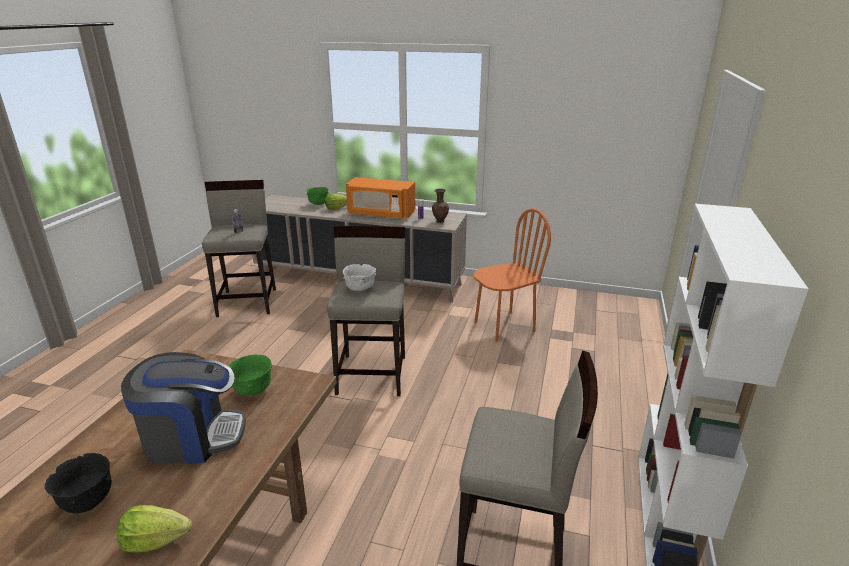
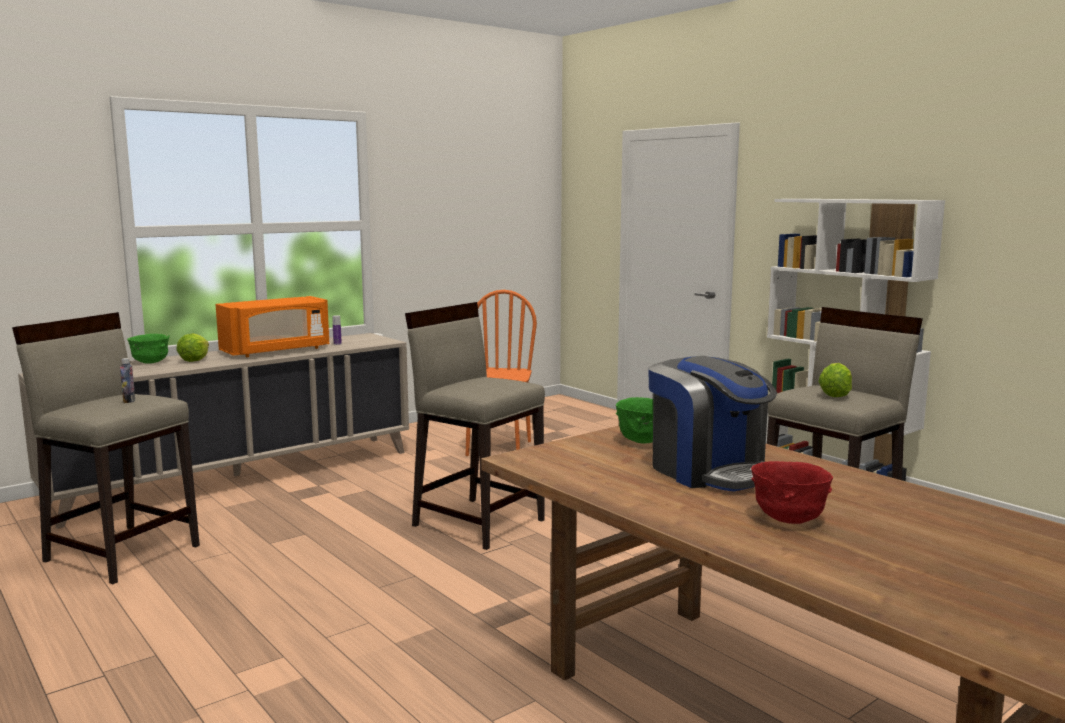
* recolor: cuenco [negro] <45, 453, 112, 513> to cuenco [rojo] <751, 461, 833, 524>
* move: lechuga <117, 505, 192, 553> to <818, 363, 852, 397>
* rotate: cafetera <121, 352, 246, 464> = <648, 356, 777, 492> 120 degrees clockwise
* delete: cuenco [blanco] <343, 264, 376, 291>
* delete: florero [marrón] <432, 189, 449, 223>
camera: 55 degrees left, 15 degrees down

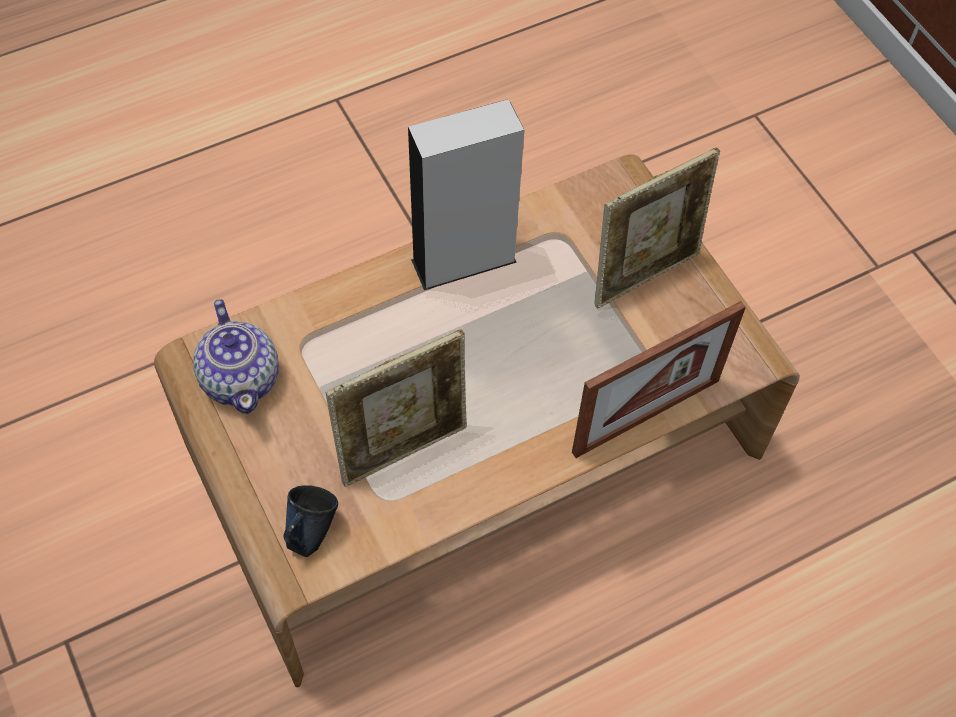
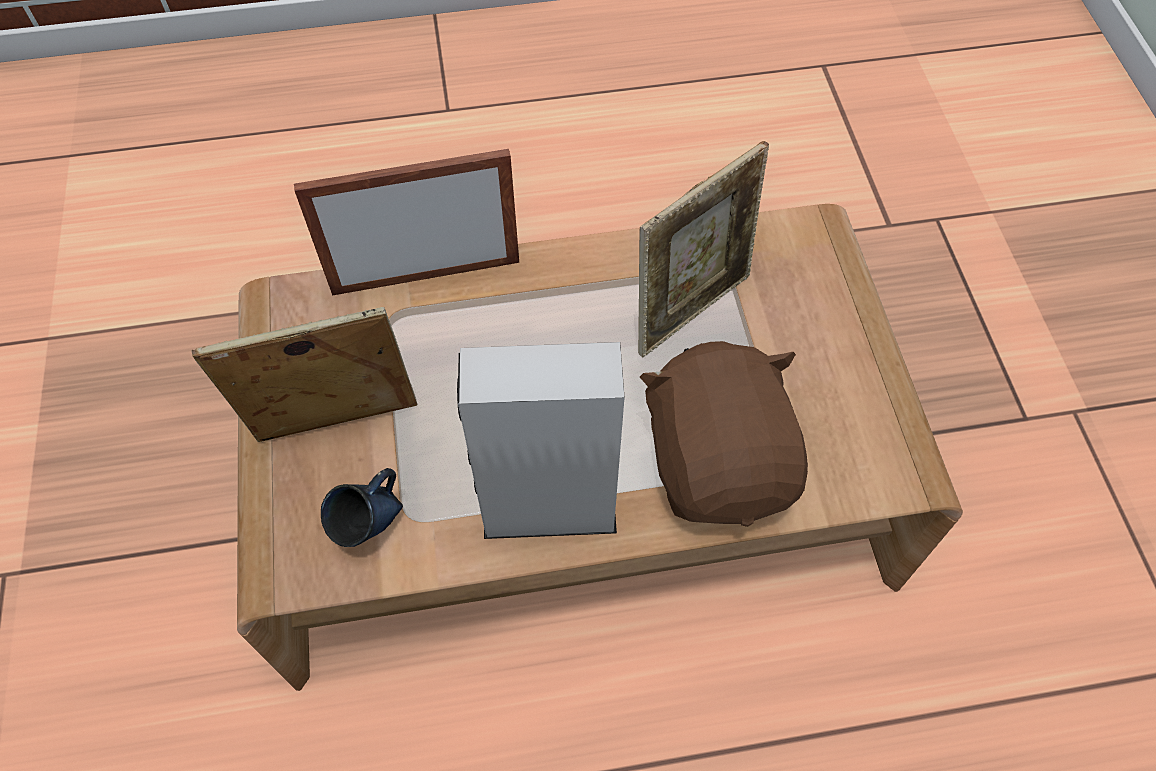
* delete: tetera <193, 299, 279, 414>
* move: taza grande [azul] <283, 485, 338, 557> to <321, 468, 403, 547>
* rotate: portarretratos <325, 329, 467, 487> = <638, 141, 769, 358> 150 degrees clockwise
* insert: peluche [marrón] <640, 341, 808, 527>
camera: 160 degrees left, 0 degrees up

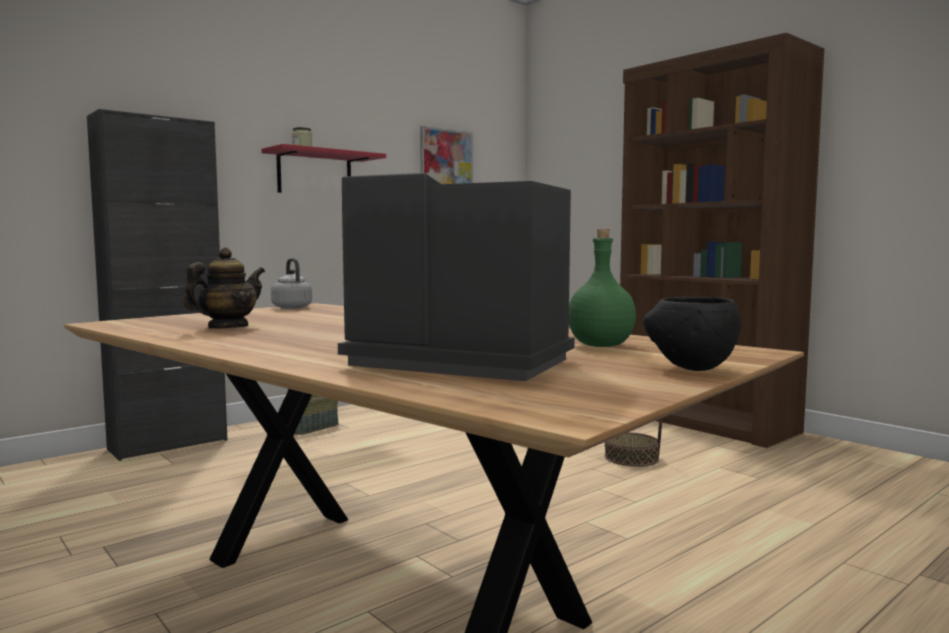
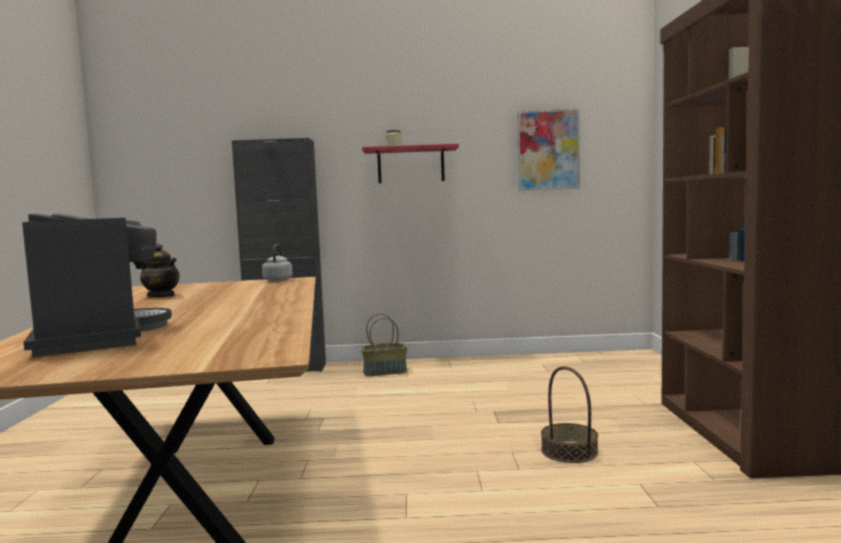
* rotate: tetera <183, 248, 265, 329> = <140, 248, 180, 297> 45 degrees clockwise
* delete: botella [verde] <569, 229, 636, 347>
* delete: cuenco [negro] <643, 296, 741, 371>
camera: 40 degrees right, 0 degrees up

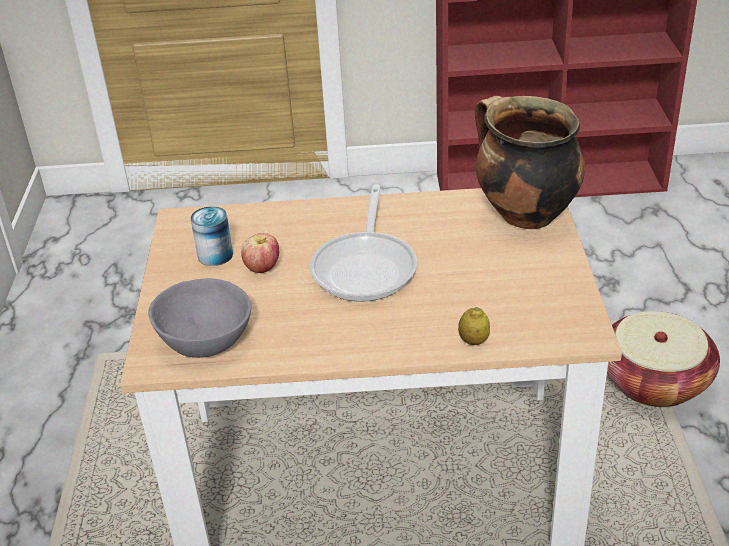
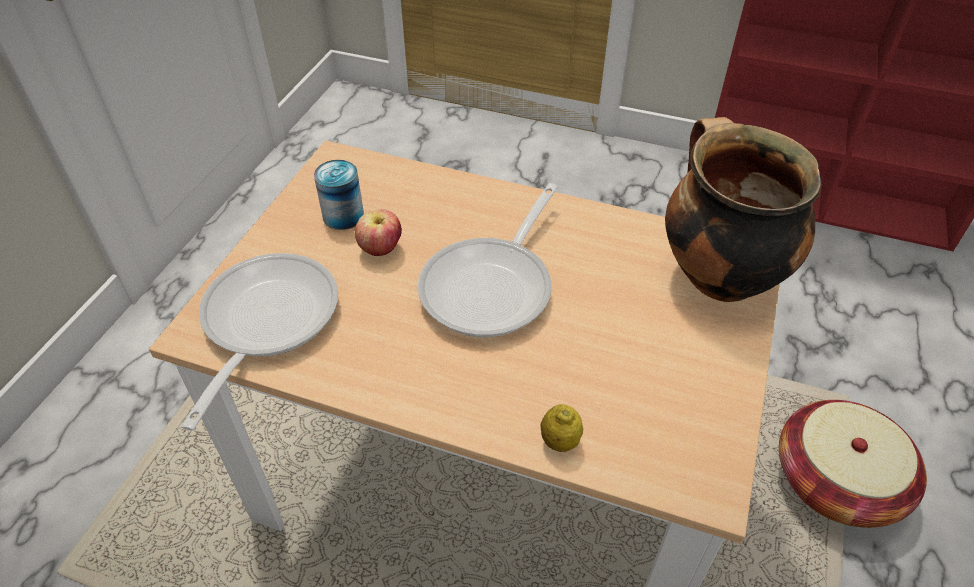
* replace: cuenco [gris] <148, 278, 251, 358> to sartén <182, 253, 338, 431>
camera: 20 degrees right, 10 degrees up

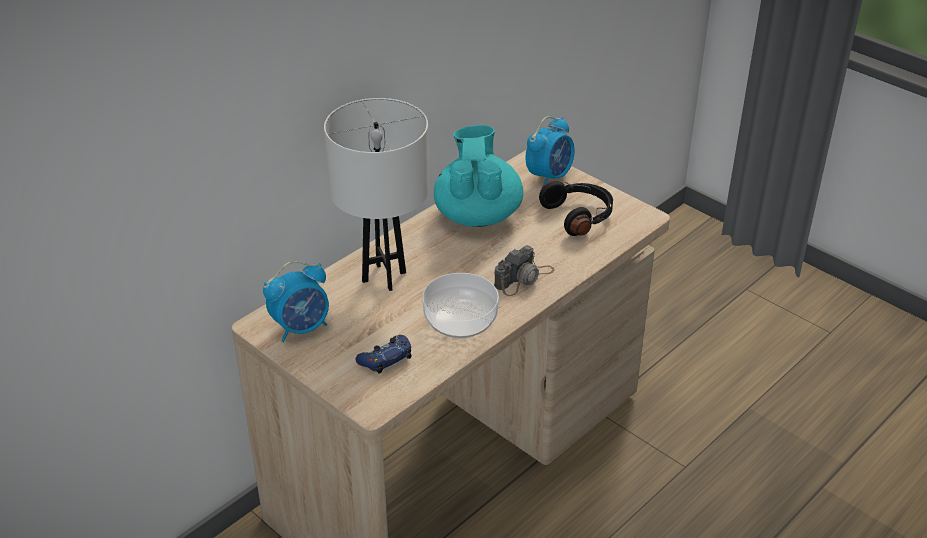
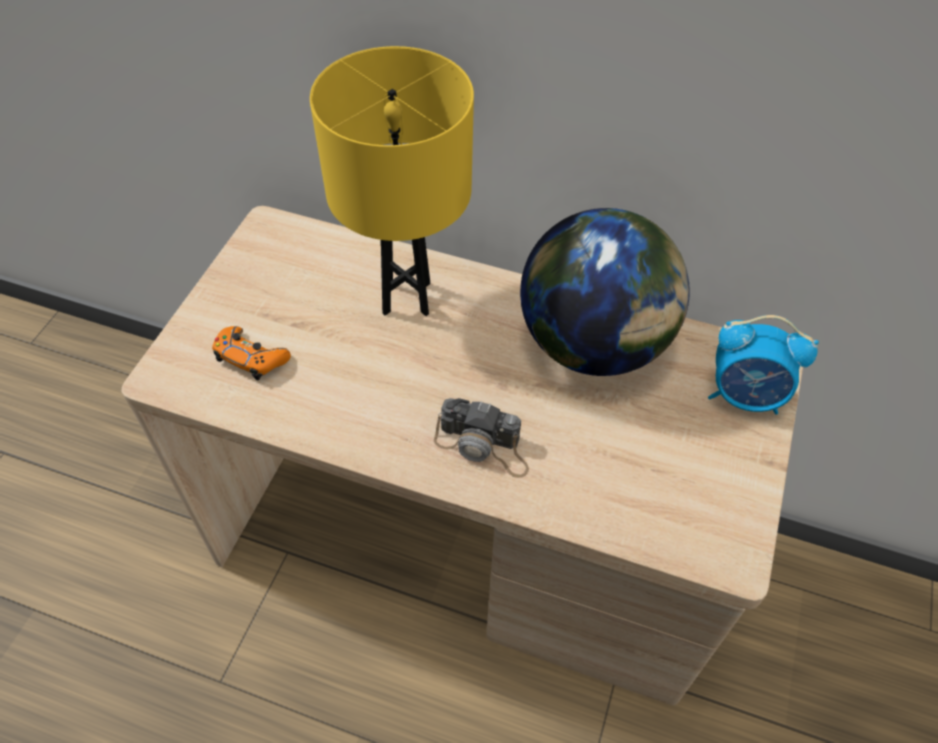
* delete: despertador <263, 261, 329, 342>
* recolor: lámpara de mesa [blanco] <324, 98, 429, 291> to lámpara de mesa [amarillo] <310, 46, 474, 316>
* recolor: mando de consola [azul] <356, 335, 412, 374> to mando de consola [naranja] <212, 326, 291, 380>
* delete: cuenco <422, 273, 499, 339>
* replace: tetera [turquesa] <434, 125, 523, 227> to globo terráqueo <520, 208, 690, 376>
* delete: auriculares [negro] <539, 181, 613, 236>
camera: 65 degrees right, 15 degrees up

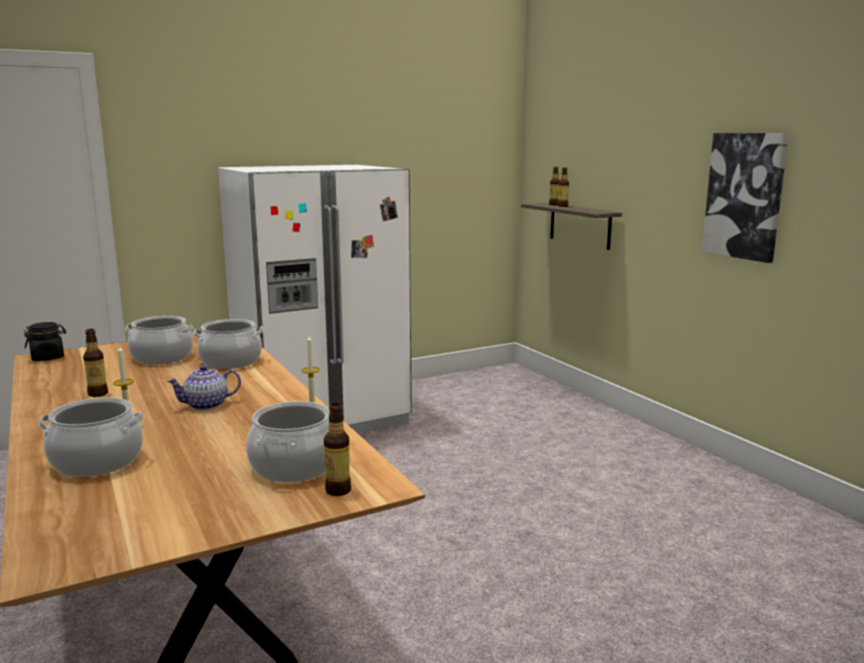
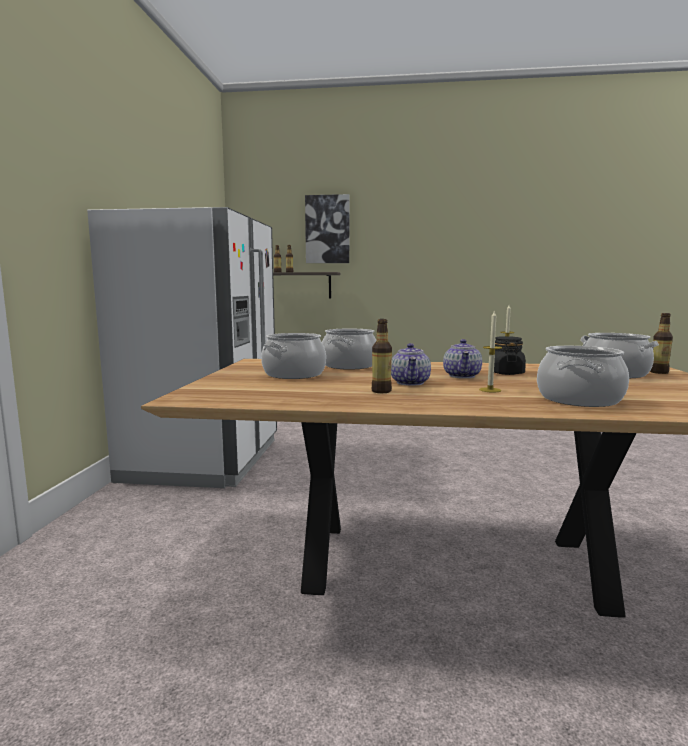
* move: tarro [negro] <24, 322, 66, 361> to <494, 336, 526, 375>
* move: cuadro <702, 133, 789, 263> to <305, 194, 349, 263>
* insert: tetera <391, 343, 431, 385>
camera: 55 degrees left, 5 degrees down

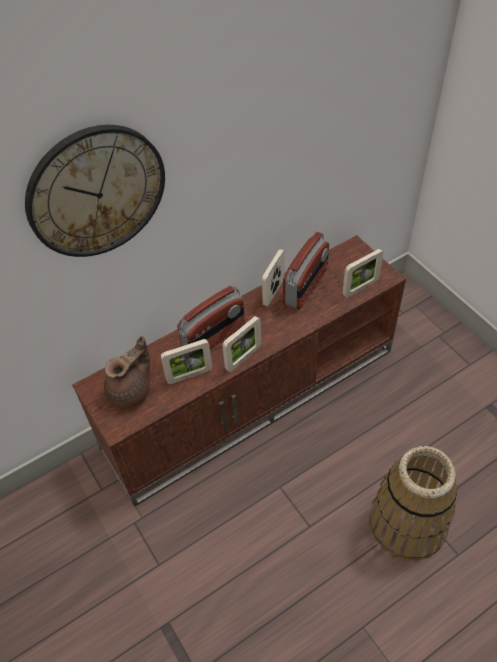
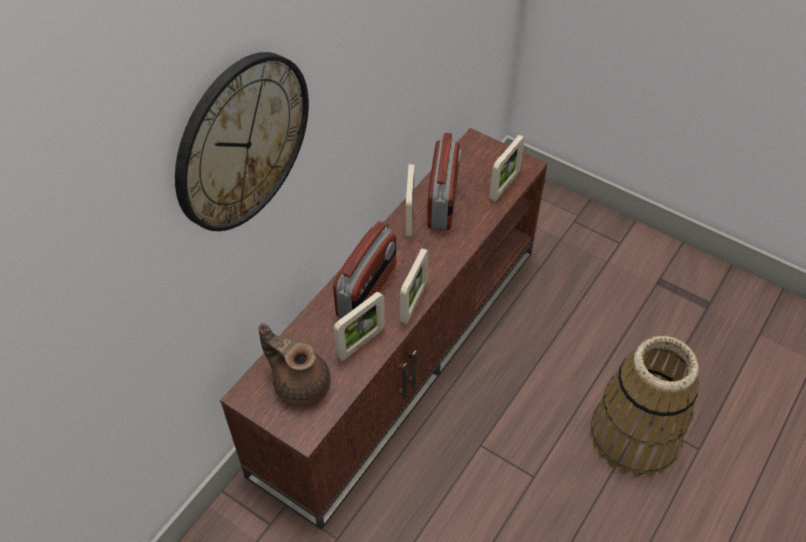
* rotate: tetera [marrón] <104, 336, 150, 409> = <258, 323, 331, 407> 75 degrees counterclockwise
camera: 25 degrees left, 0 degrees up

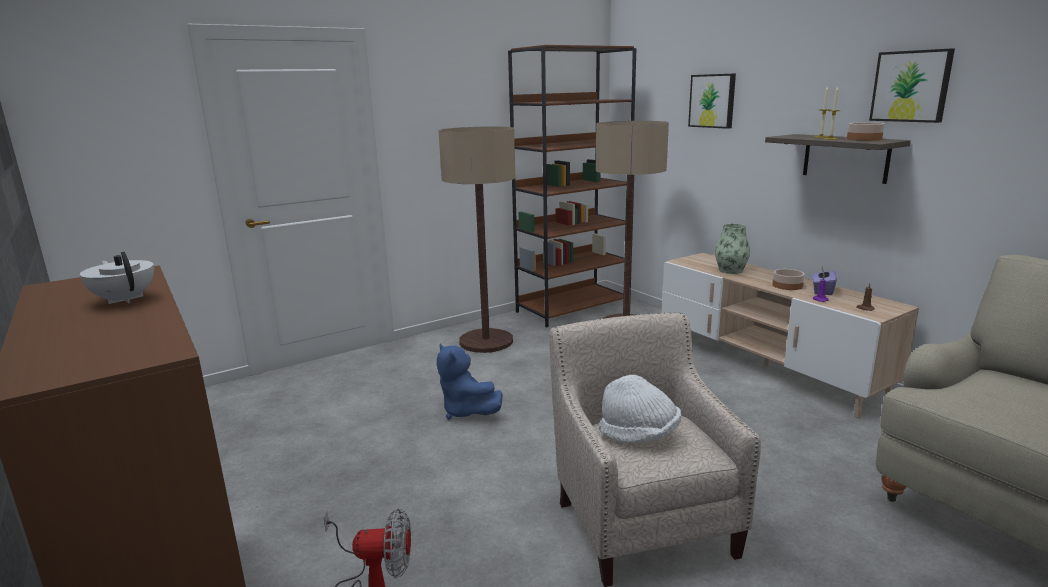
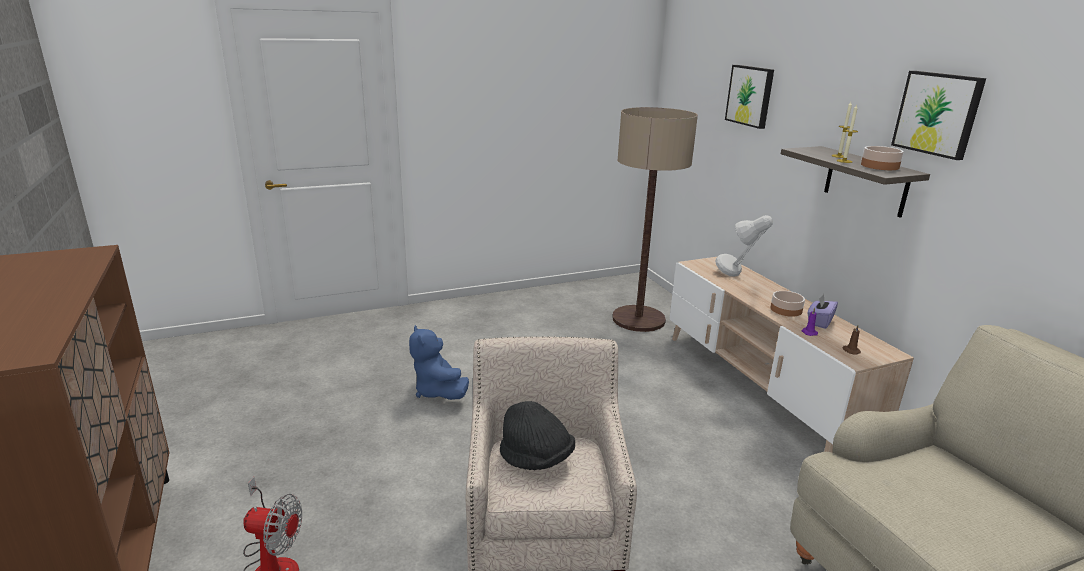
* delete: tetera [blanco] <80, 252, 154, 304>
* delete: lámpara de pie <438, 126, 516, 353>
* delete: estantería [marrón] <508, 45, 636, 328>
* recolor: sombrero [blanco] <599, 375, 681, 443> to sombrero [negro] <500, 401, 575, 470>
* replace: florero <715, 224, 750, 274> to lámpara de mesa [gris] <715, 215, 773, 277>
camera: 10 degrees right, 5 degrees up

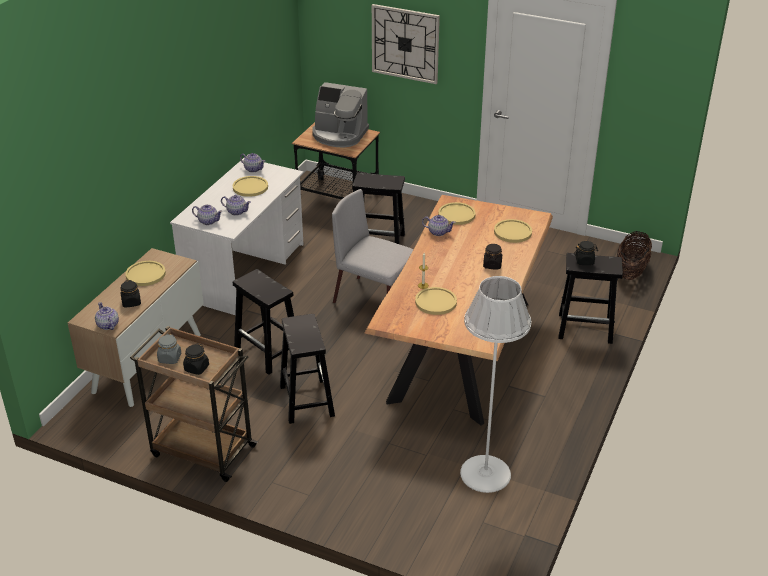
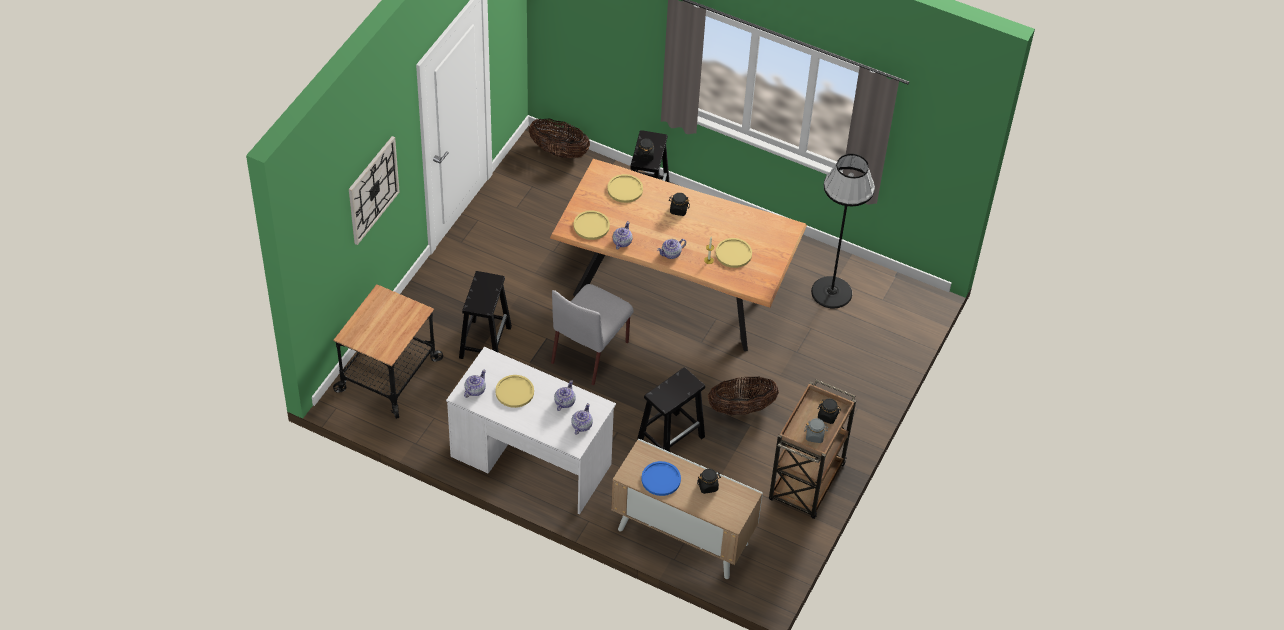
* move: tetera <95, 302, 119, 330> to <657, 239, 686, 259>
* recolor: plato [amarillo] <125, 261, 166, 286> to plato [azul] <641, 461, 681, 496>
* replace: taburete [negro] <280, 314, 335, 424> to cesta <708, 377, 779, 415>
* delete: cafetera <312, 82, 369, 148>
* recolor: lámpara de pie [blanco] <460, 276, 531, 493> to lámpara de pie [negro] <811, 154, 875, 308>
camera: 90 degrees left, 15 degrees up

